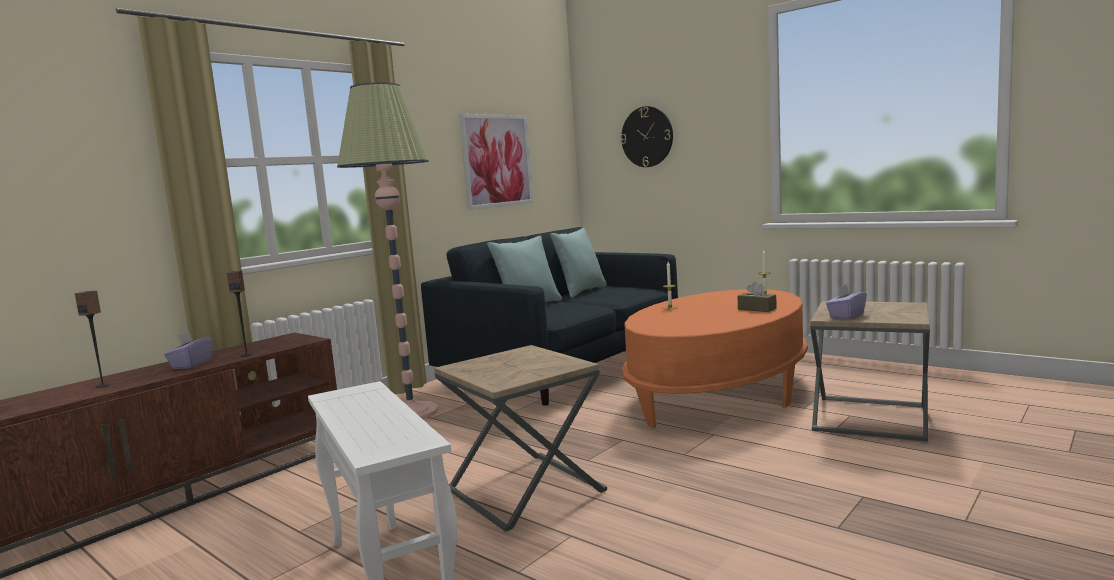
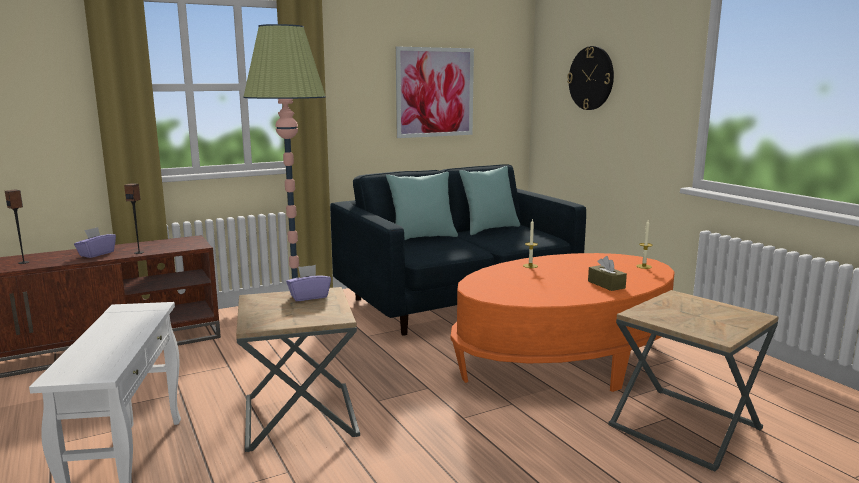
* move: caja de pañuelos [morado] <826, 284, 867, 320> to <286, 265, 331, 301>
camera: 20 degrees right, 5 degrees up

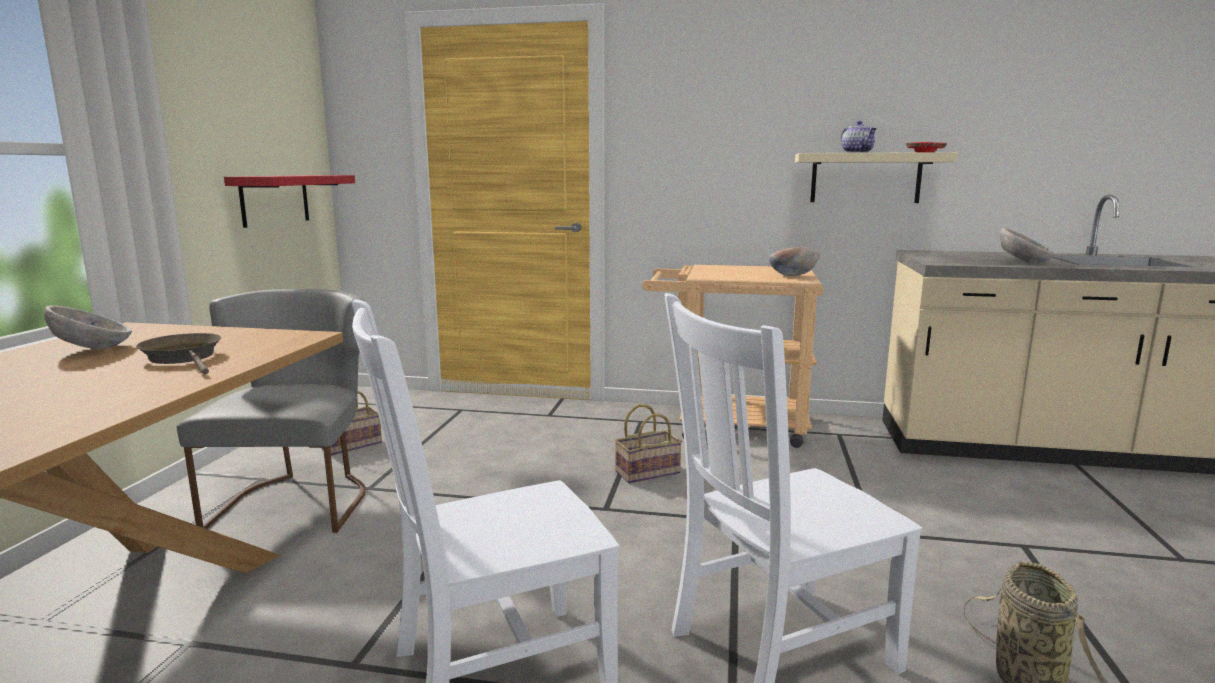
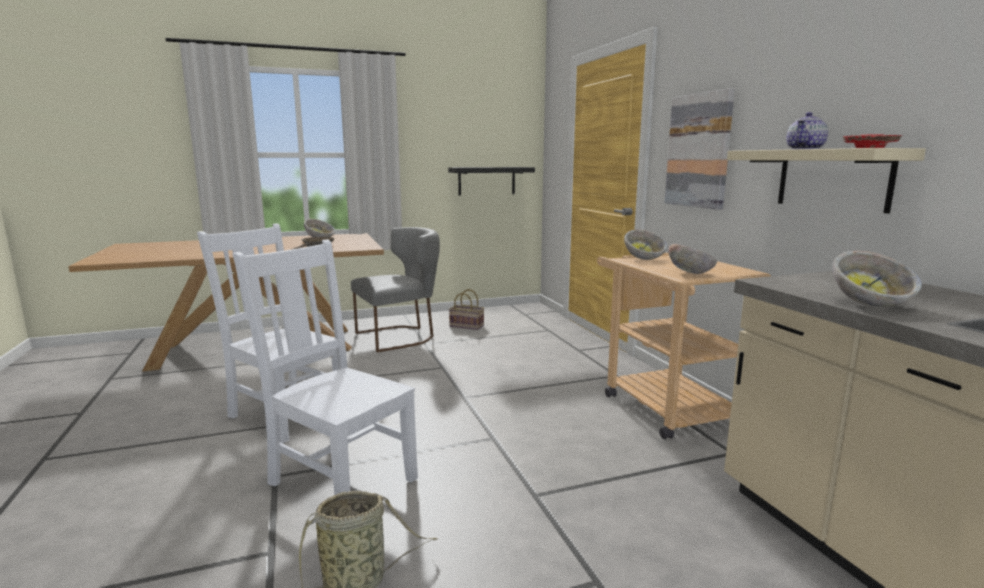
* recolor: estante [rojo] <224, 175, 355, 228> to estante [negro] <448, 167, 535, 195>
* delete: cesta <615, 404, 682, 483>
* insert: cuenco <624, 230, 667, 260>
* insert: cuadro <664, 88, 735, 210>
camera: 60 degrees right, 0 degrees up

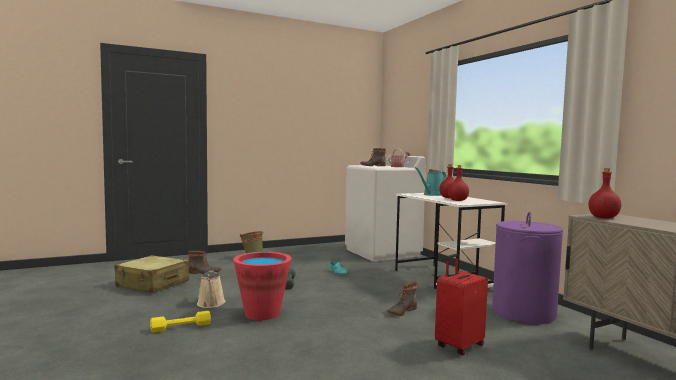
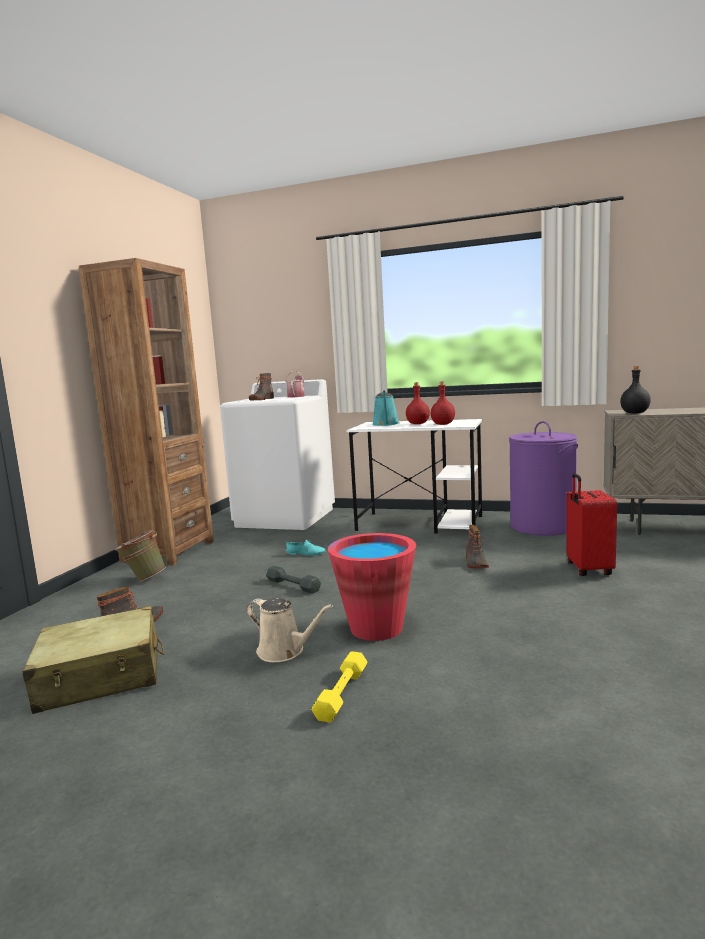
* recolor: botella [rojo] <588, 168, 621, 218> to botella [negro] <620, 366, 651, 414>
* insert: estantería [marrón] <79, 258, 214, 565>
camera: 45 degrees left, 5 degrees up

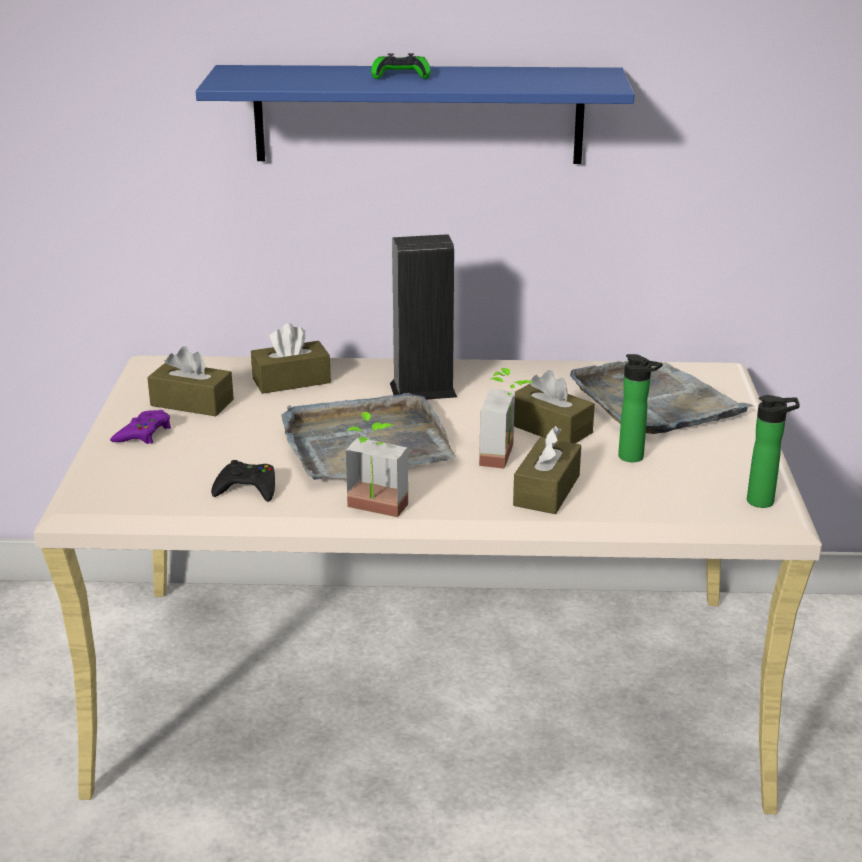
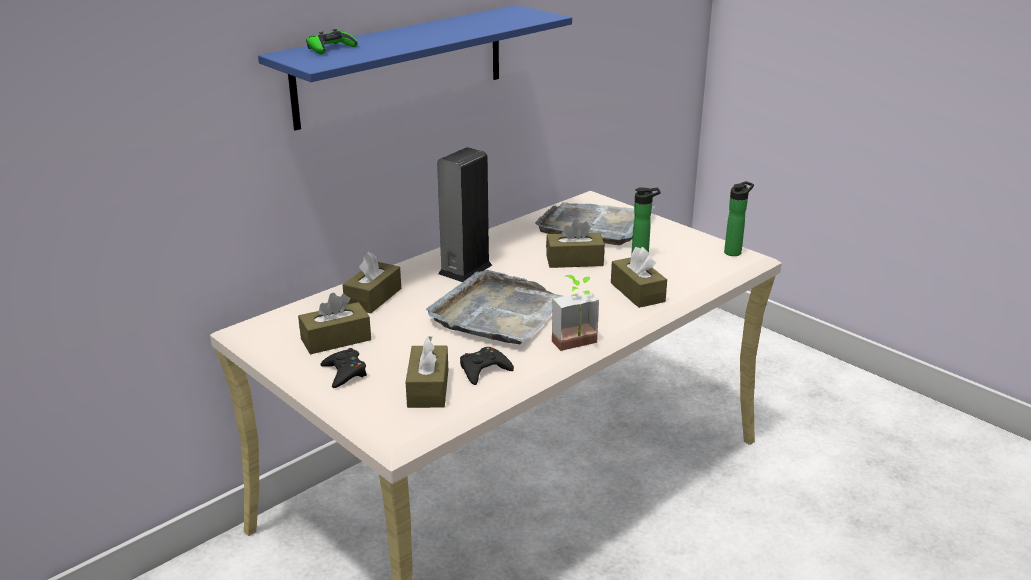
* recolor: mando de consola [morado] <110, 410, 171, 444> to mando de consola [negro] <320, 348, 367, 388>
* move: mando de consola [verde] <371, 53, 431, 79> to <306, 29, 358, 54>
* delete: planta en maceta <479, 368, 533, 469>
* insert: caja de pañuelos [marrón] <406, 336, 448, 408>
camera: 45 degrees left, 0 degrees up

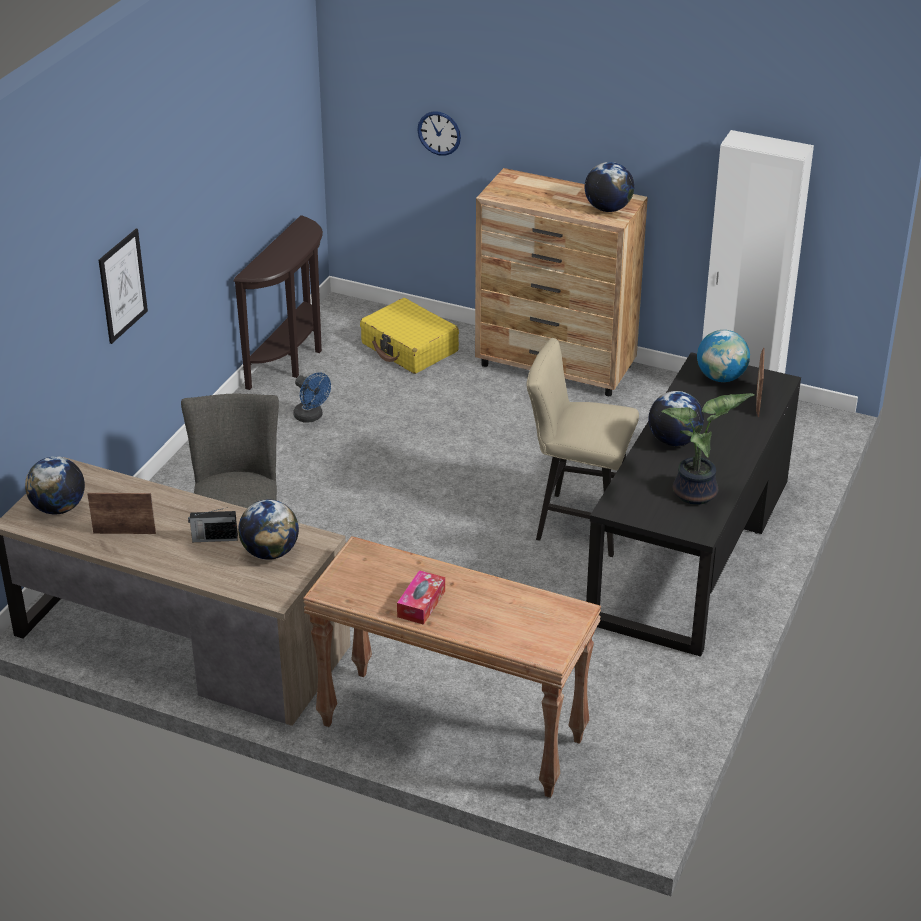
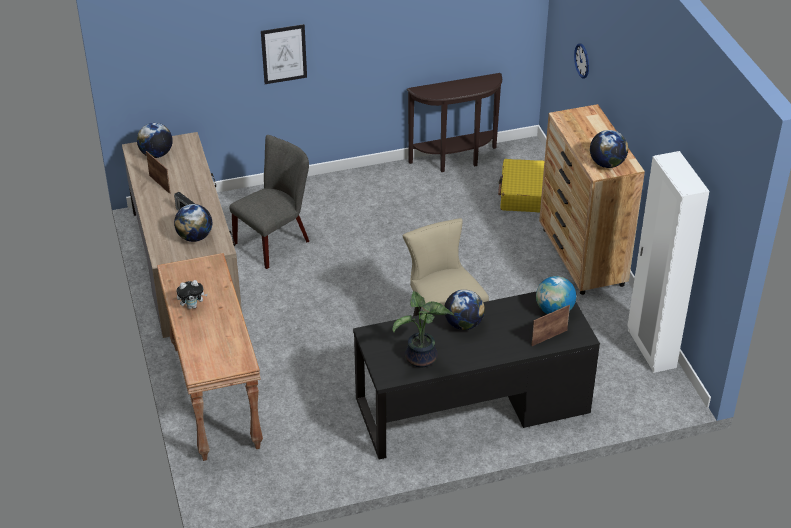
* delete: ventilador [azul] <293, 372, 331, 423>
* replace: caja de pañuelos <397, 570, 445, 625> to peluche <176, 280, 208, 309>
camera: 50 degrees right, 5 degrees up

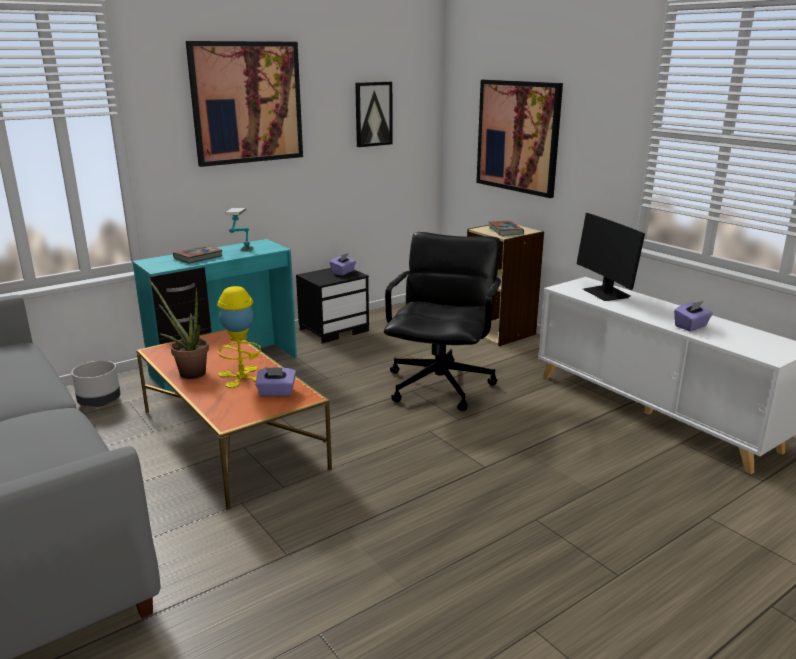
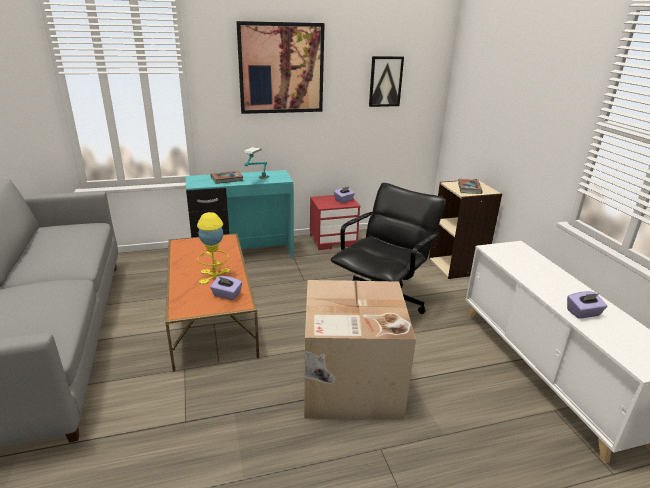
* delete: maceta [gris] <71, 361, 121, 407>
* delete: planta en maceta <148, 279, 209, 379>
* recolor: mesita de noche [negro] <296, 268, 369, 344> to mesita de noche [rojo] <310, 195, 360, 250>
* delete: cuadro <476, 80, 563, 198>
* delete: monitor <577, 213, 645, 301>
* insert: caja de cartón <304, 280, 416, 420>
camera: 20 degrees right, 5 degrees up

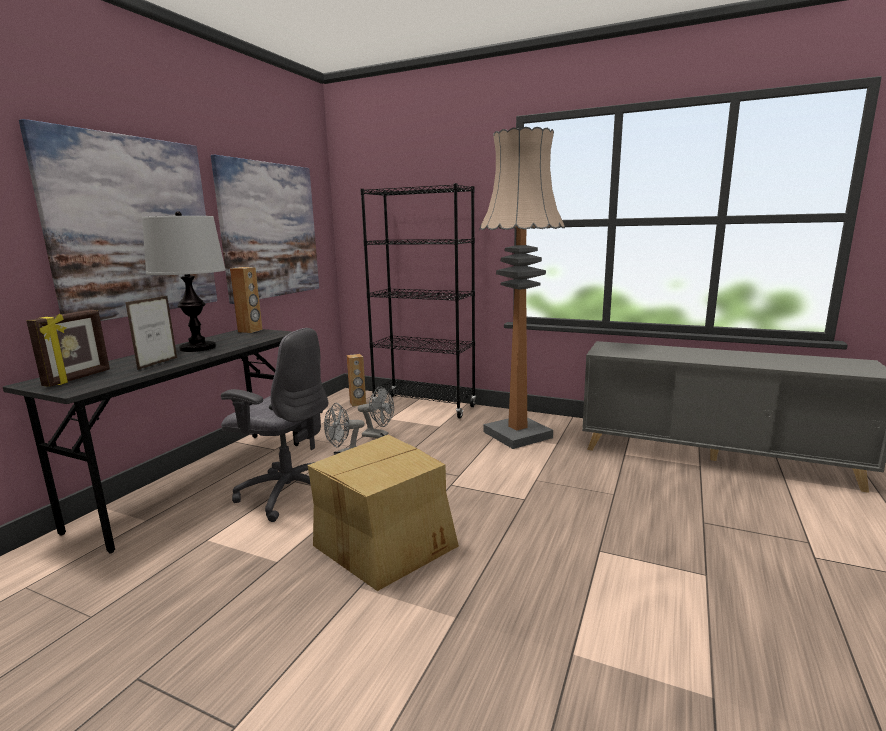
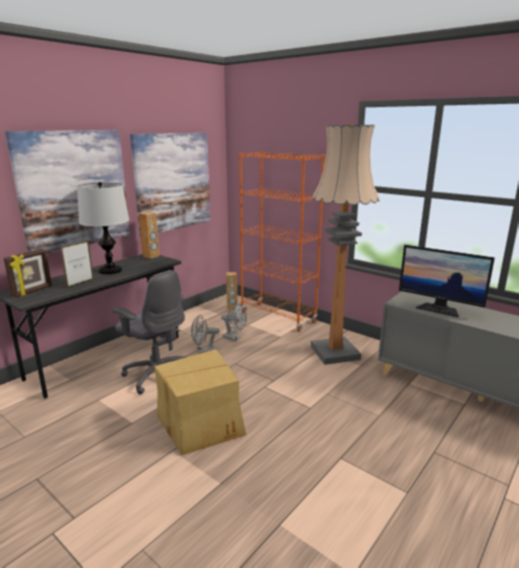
* recolor: estantería [negro] <360, 183, 476, 418> to estantería [naranja] <239, 151, 325, 332>
* insert: monitor <399, 245, 495, 317>
camera: 15 degrees right, 5 degrees up

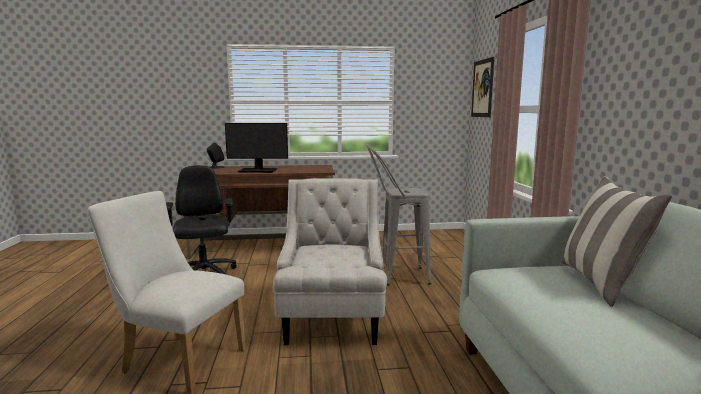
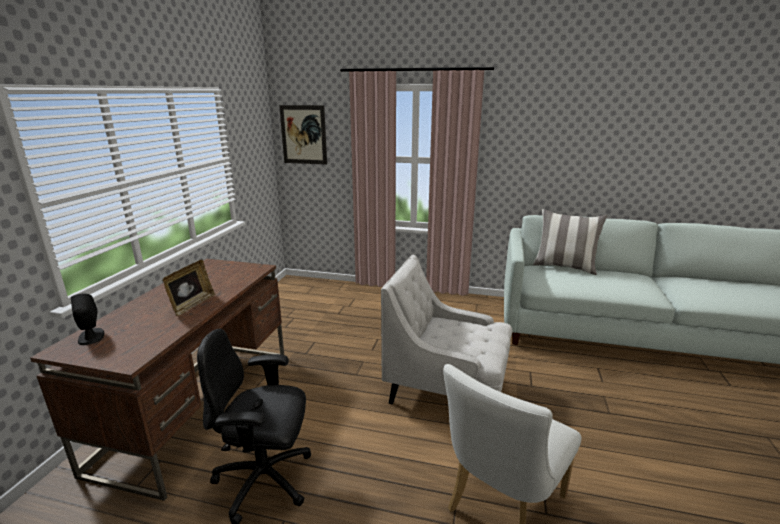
* replace: monitor <225, 123, 288, 173> to portarretratos <162, 260, 215, 316>
* delete: taburete [gris] <366, 144, 431, 285>
camera: 70 degrees left, 10 degrees up

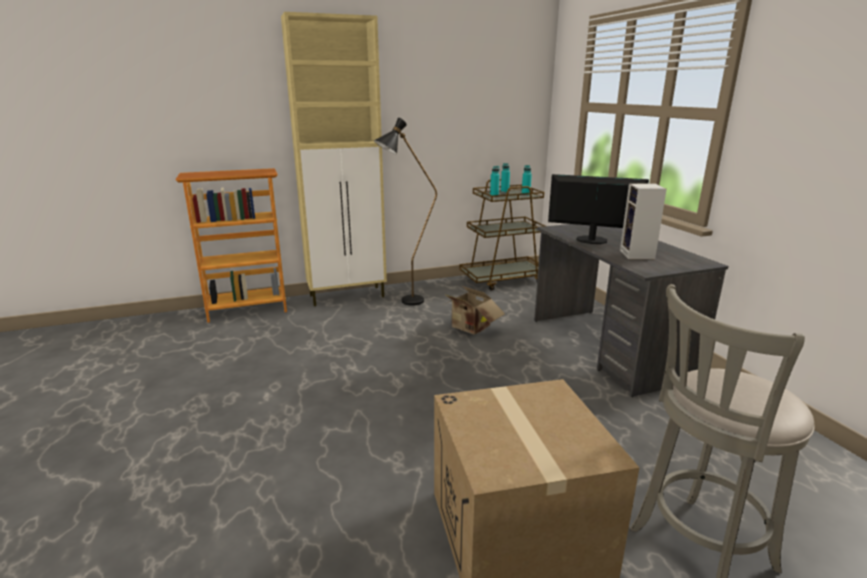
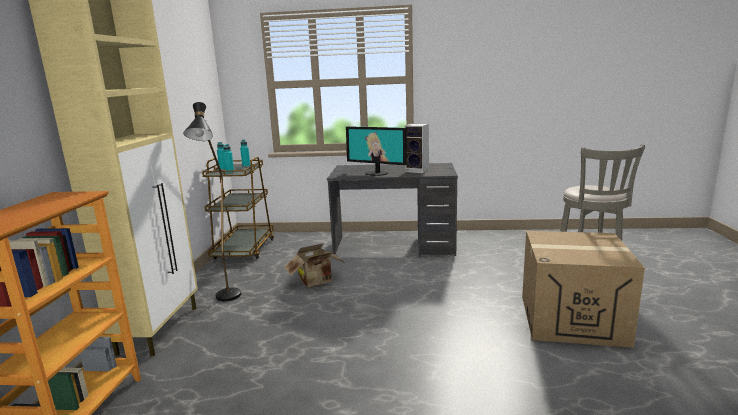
* rotate: monitor <548, 174, 649, 244> = <346, 126, 407, 176> 105 degrees counterclockwise
camera: 65 degrees left, 5 degrees down

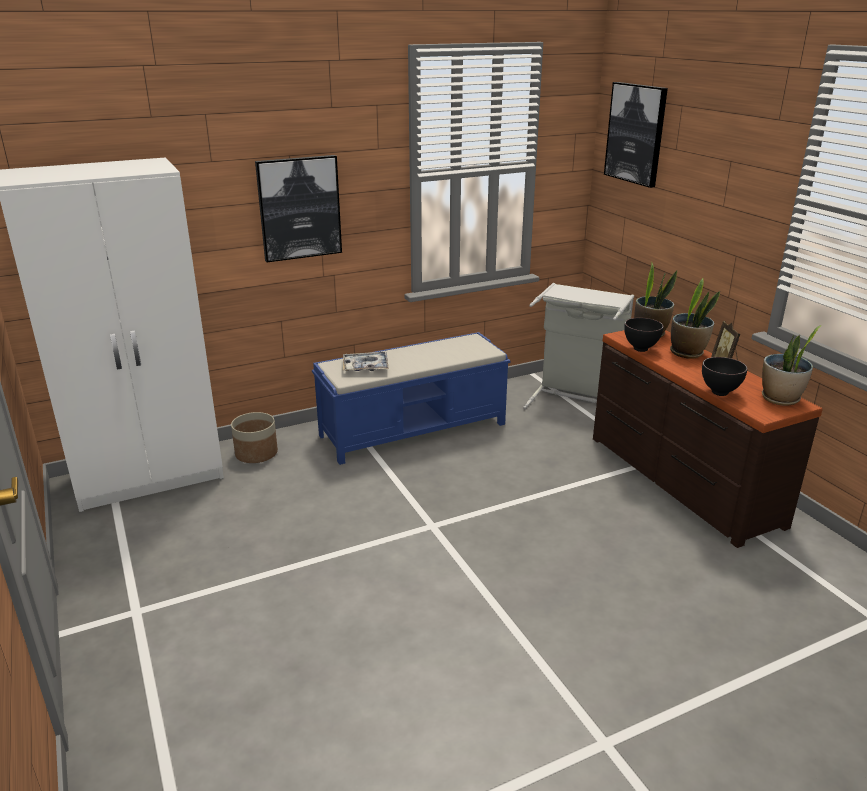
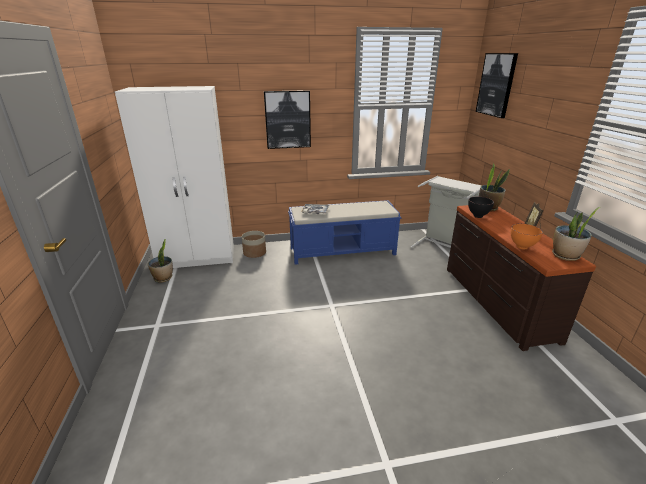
* move: planta en maceta <670, 278, 720, 359> to <148, 239, 173, 283>
* recolor: cuenco [negro] <702, 357, 748, 396> to cuenco [naranja] <510, 223, 543, 250>
camera: 15 degrees right, 0 degrees up

